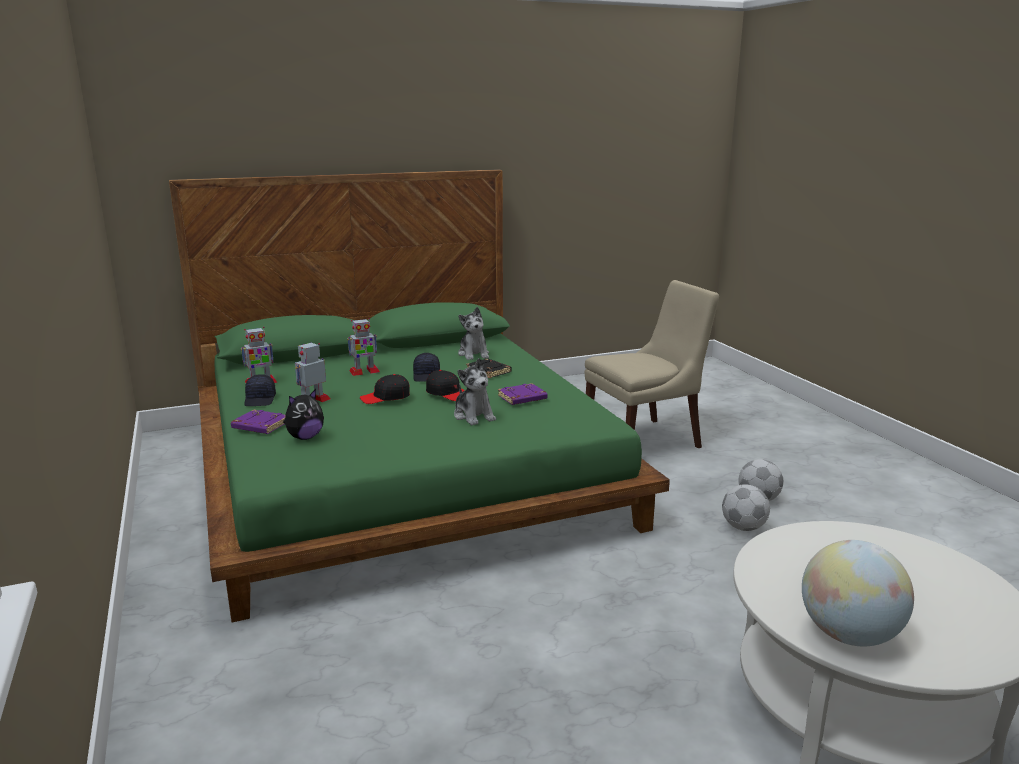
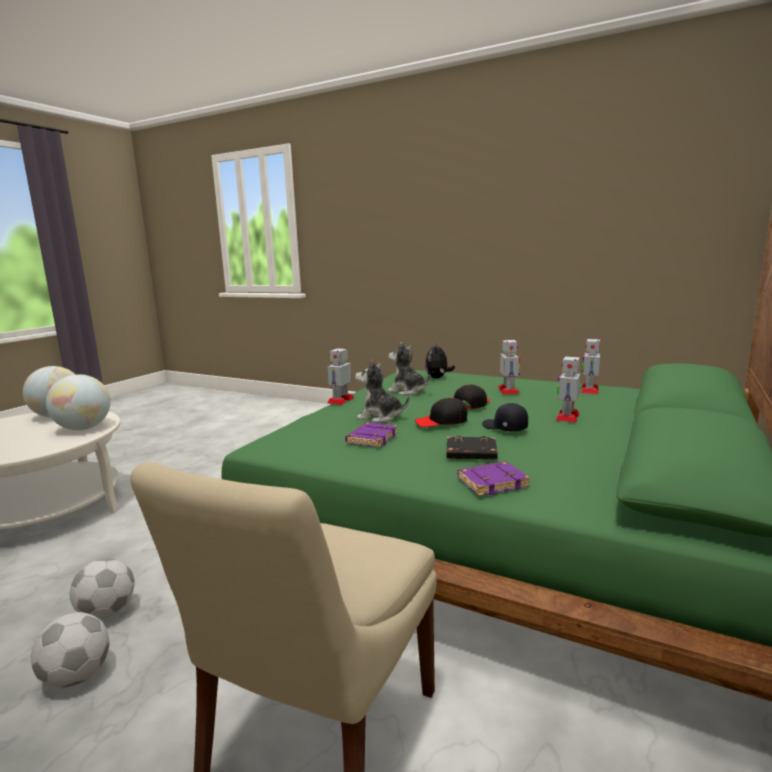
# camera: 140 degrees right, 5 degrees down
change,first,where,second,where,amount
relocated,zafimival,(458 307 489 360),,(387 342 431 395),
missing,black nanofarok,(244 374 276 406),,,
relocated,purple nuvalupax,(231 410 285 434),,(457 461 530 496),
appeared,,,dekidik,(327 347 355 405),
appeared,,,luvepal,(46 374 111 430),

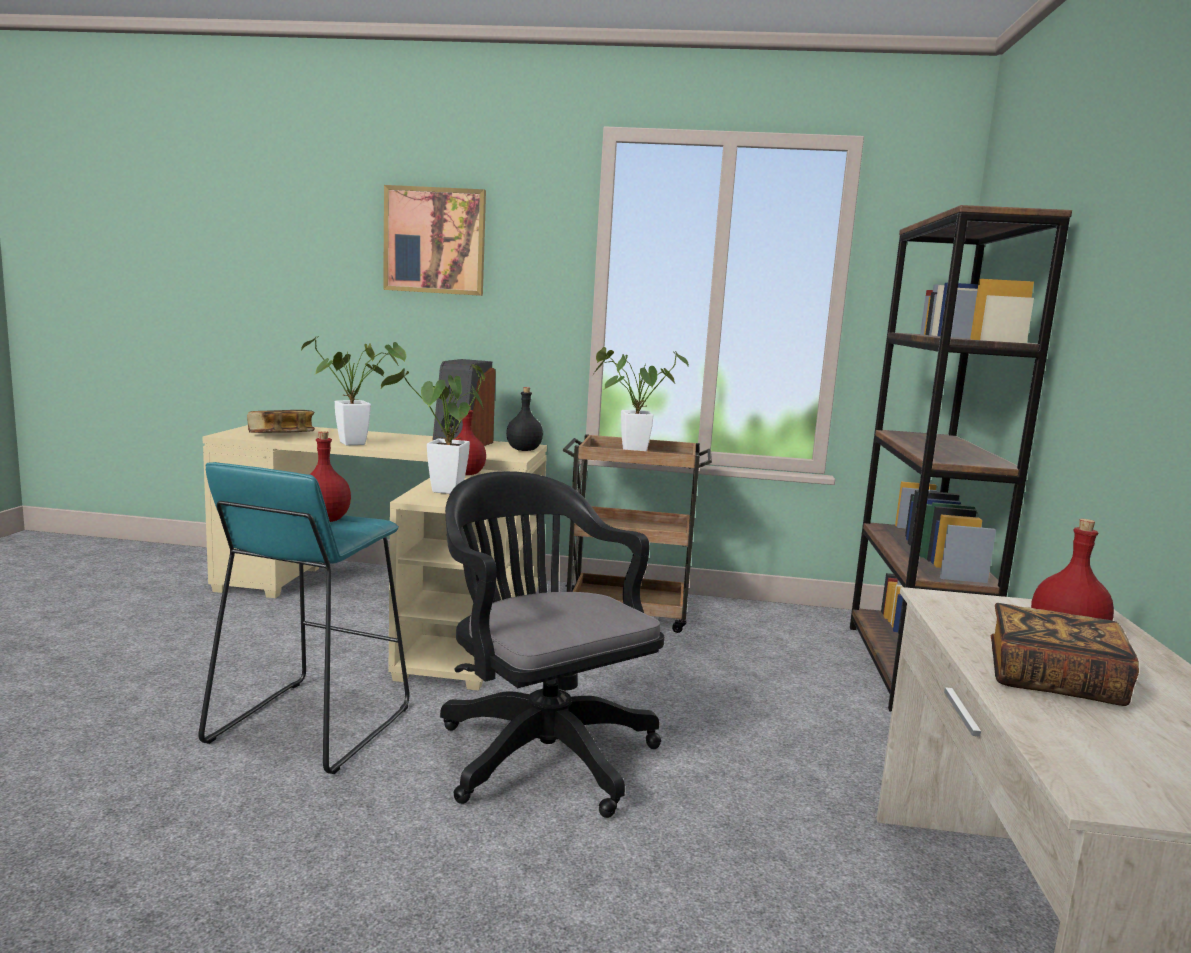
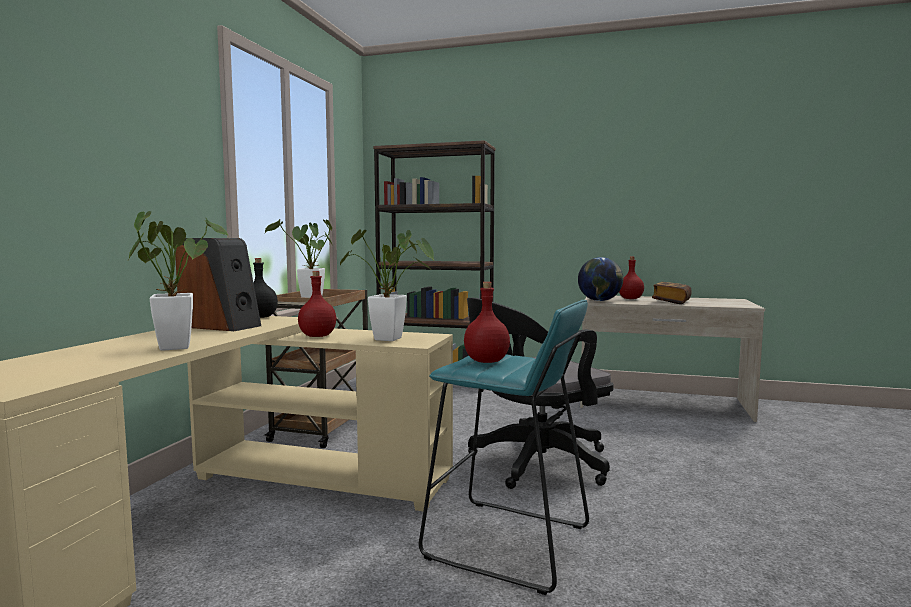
# camera: 80 degrees left, 5 degrees down
change,first,where,second,where,amount
missing,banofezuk,(383 185 486 296),,,
missing,nuvalupax,(247 410 315 433),,,
appeared,,,luvepal,(578 257 623 301),

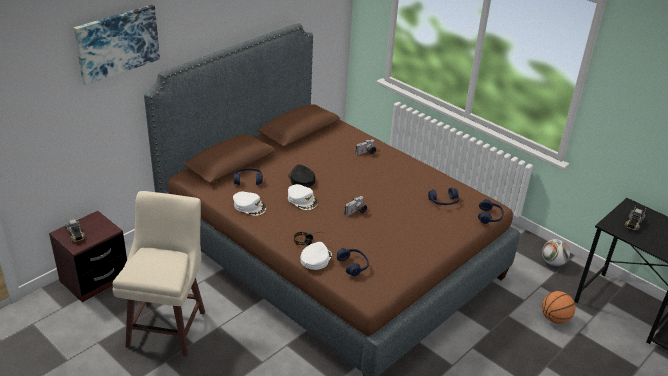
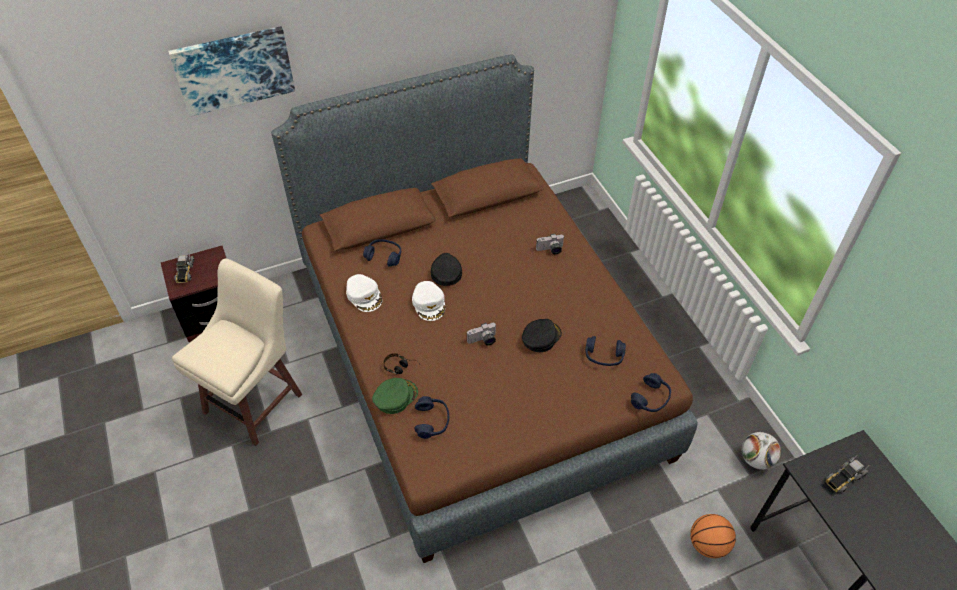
# camera: 25 degrees right, 15 degrees up
change,first,where,second,where,amount
colour,white nanofarok,(301 242 332 270),green nanofarok,(372 378 418 414),
appeared,,,black nanofarok,(522 319 562 352),

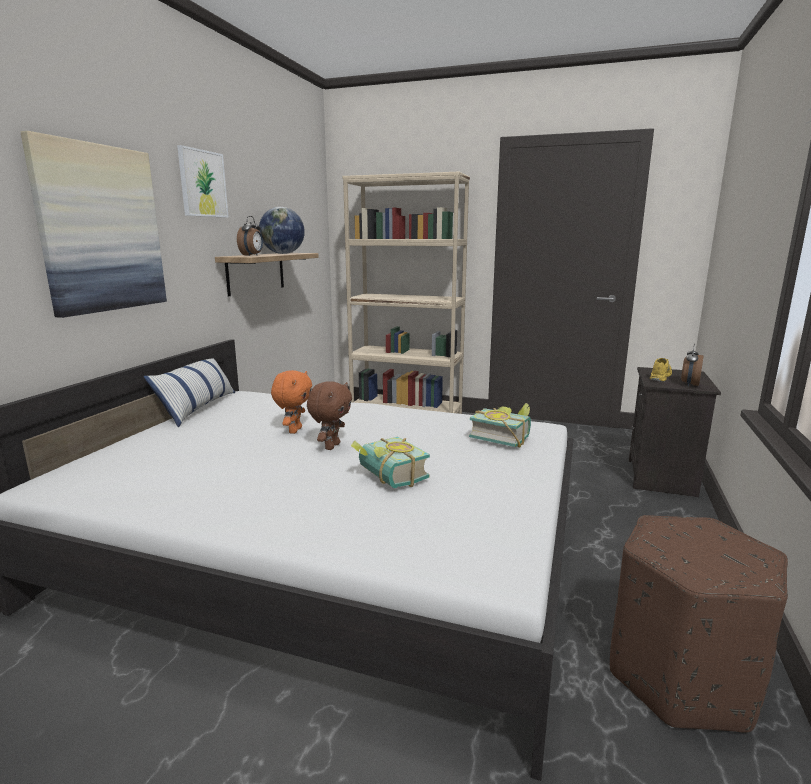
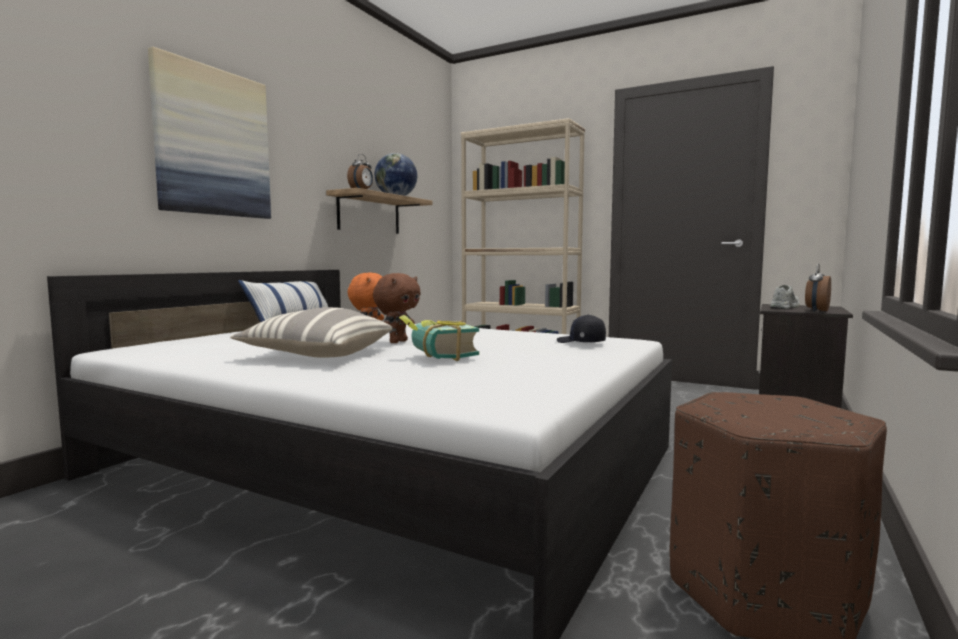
# camera: 10 degrees right, 10 degrees down
change,first,where,second,where,amount
missing,banofezuk,(177 145 229 218),,,
colour,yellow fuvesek,(650 358 672 382),white fuvesek,(770 285 800 309),
exchanged,nuvalupax,(469 403 531 448),black nanofarok,(557 315 606 343),
appeared,,,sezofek,(230 307 393 358),

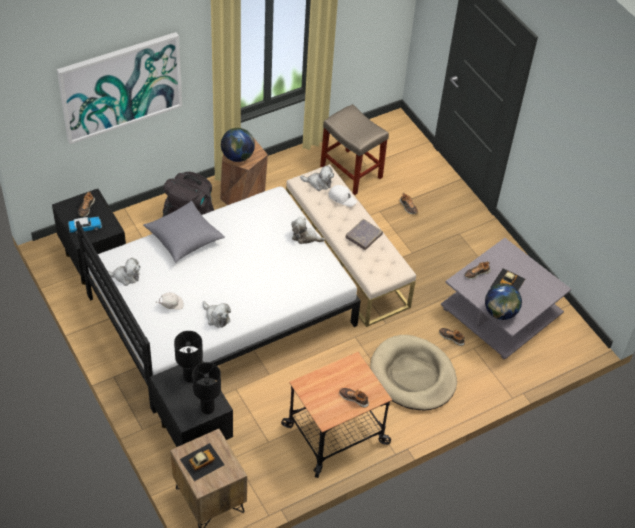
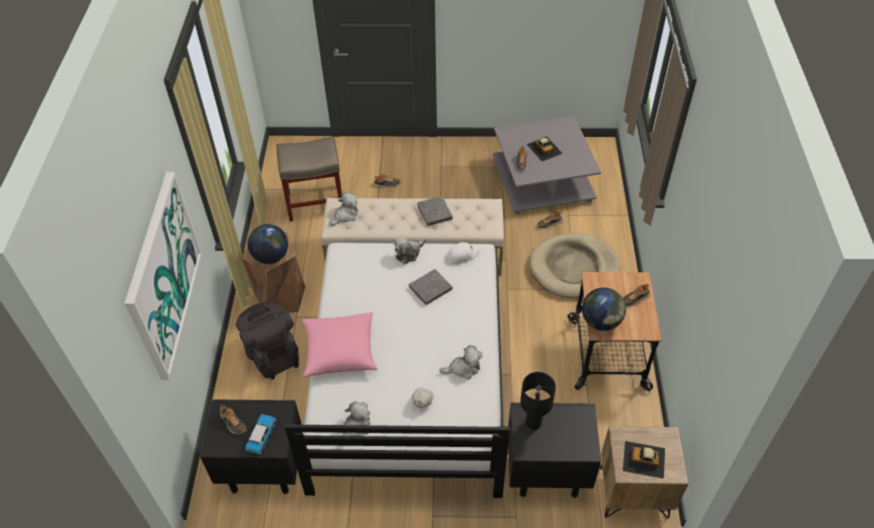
# camera: 55 degrees left, 0 degrees up
change,first,where,second,where,amount
relocated,white nanofarok,(328 185 357 207),,(447 242 480 265),
colour,grey sezofek,(143 201 225 263),pink sezofek,(302 312 377 377),
relocated,luvepal,(485 283 522 320),,(582 288 626 331),
missing,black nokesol,(192 362 221 414),,,
spun,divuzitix,(180 443 225 481),,(623 441 665 479),75 degrees counterclockwise
appeared,,,grey nuvalupax,(409 269 453 305),

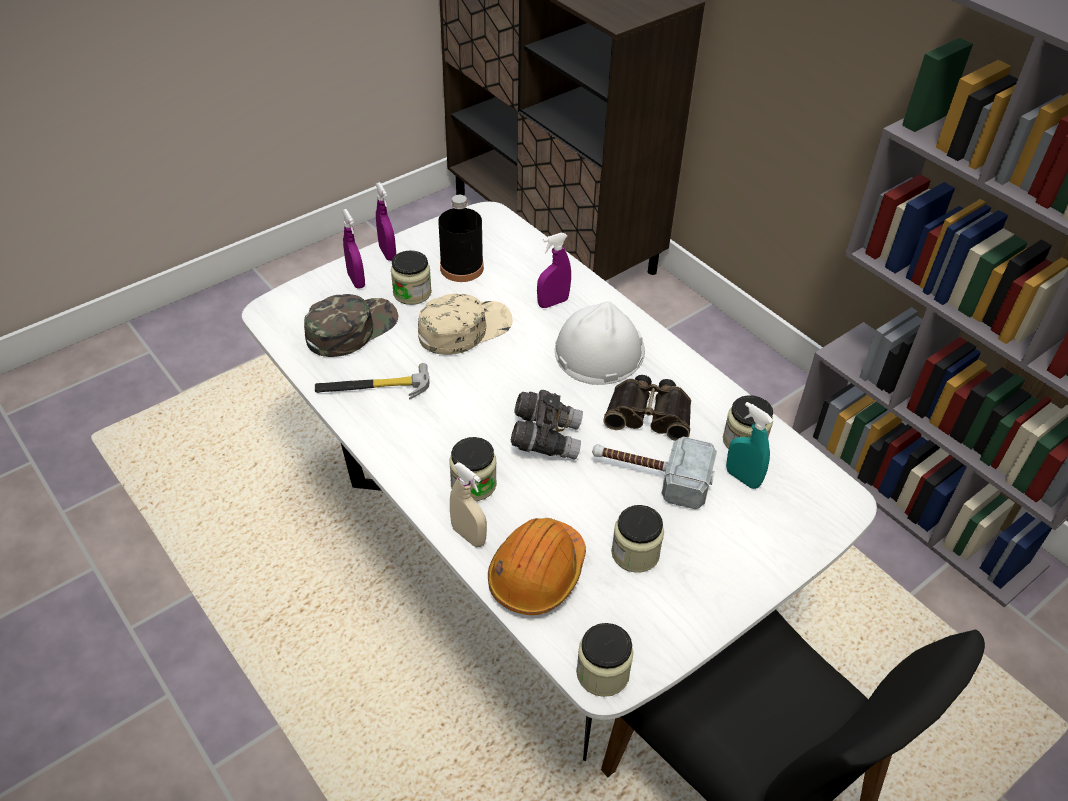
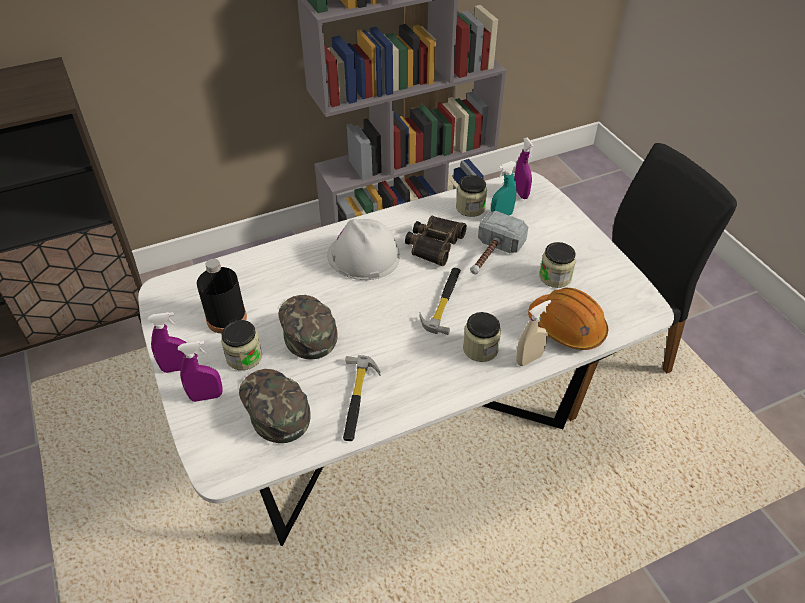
# camera: 75 degrees left, 0 degrees up
change,first,where,second,where,amount
relocated,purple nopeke,(537 233 571 308),,(515 137 534 199),
colour,beige nanofarok,(418 294 513 355),green nanofarok,(278 295 338 359),
exchanged,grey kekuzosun,(511 390 583 460),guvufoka,(420 268 461 335),
missing,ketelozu,(576 623 634 697),,,

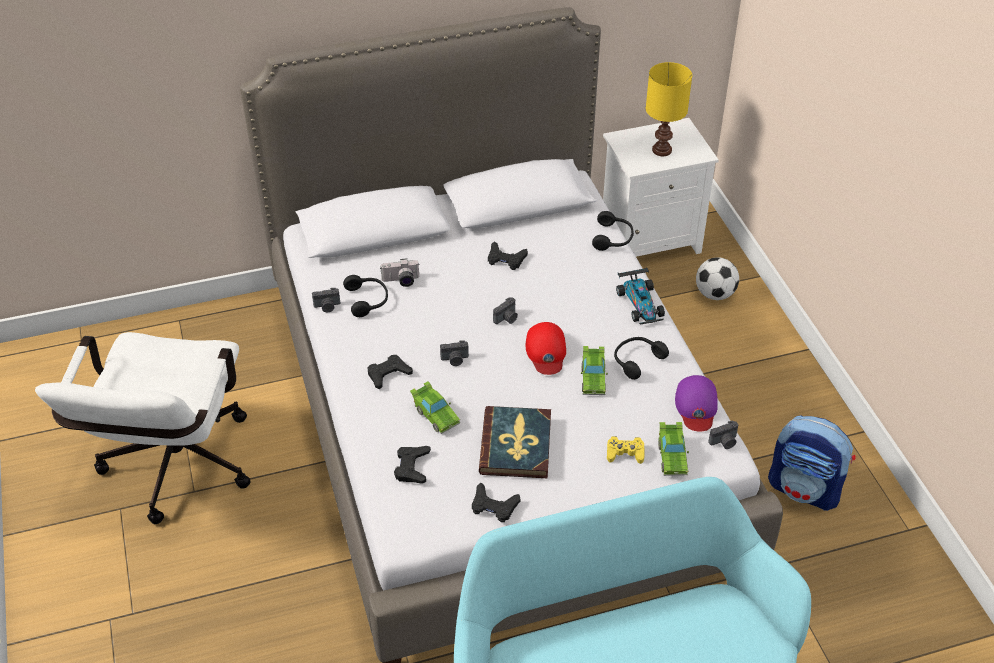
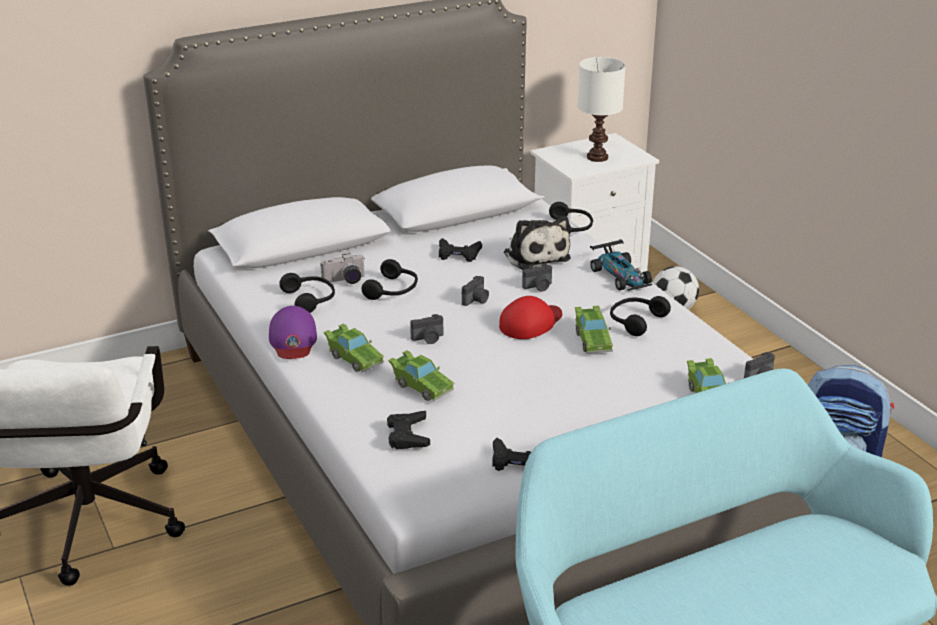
# camera: 10 degrees left, 15 degrees down
change,first,where,second,where,amount
colour,yellow nokesol,(646 62 692 156),white nokesol,(578 57 626 162),
relocated,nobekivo,(312 288 340 312),,(522 264 552 292),
spun,red nanofarok,(526 322 566 375),,(499 296 562 339),120 degrees counterclockwise
exchanged,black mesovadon,(367 355 413 389),green divuzitix,(323 324 384 373),
relocated,purple nanofarok,(675 375 718 431),,(269 306 317 359),
missing,nuvalupax,(479 406 551 478),,,
missing,yellow mesovadon,(607 436 645 464),,,
appeared,,,zafimival,(504 216 571 270),
appeared,,,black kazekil,(361 259 418 300),

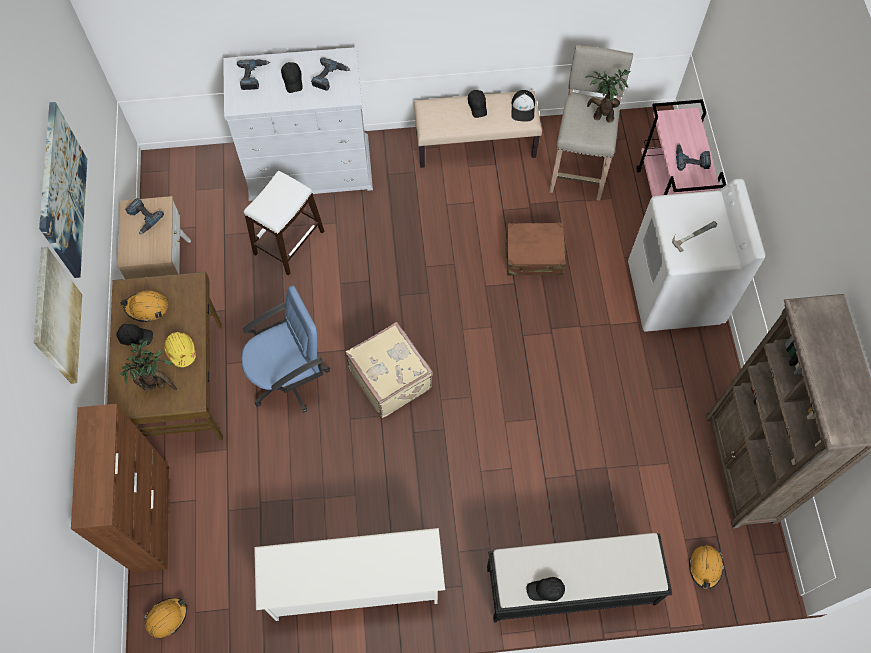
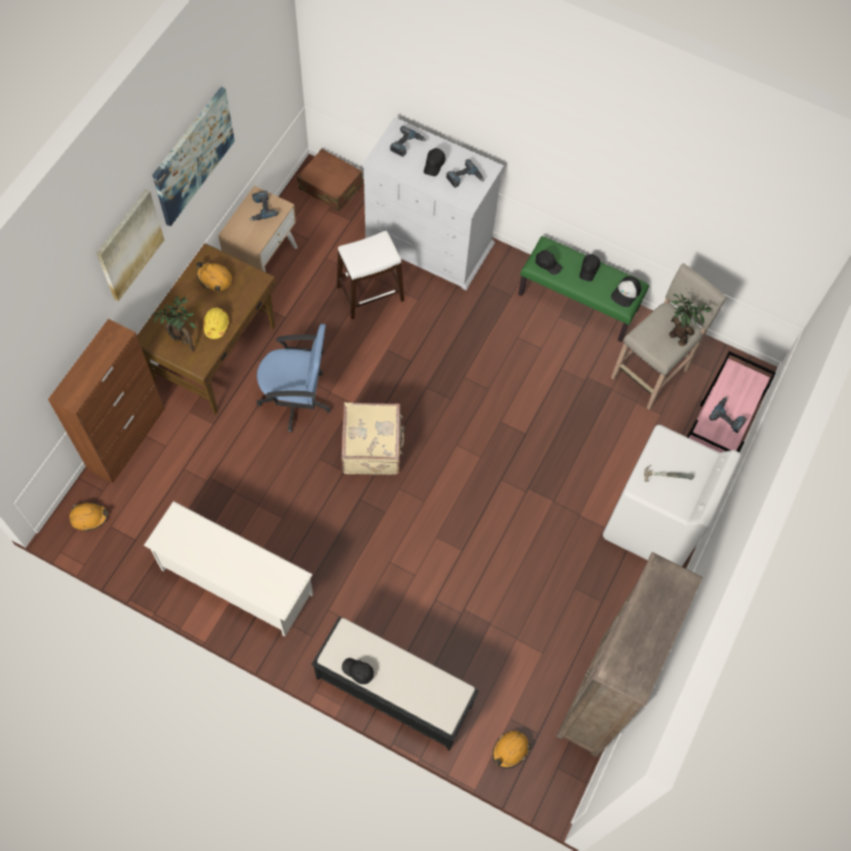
# camera: 30 degrees right, 0 degrees up
change,first,where,second,where,amount
colour,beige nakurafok,(414 91 542 168),green nakurafok,(518 236 649 342),
relocated,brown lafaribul,(505 223 568 275),,(297 149 363 211),
relocated,black nanofarok,(116 324 153 345),,(535 250 562 275),

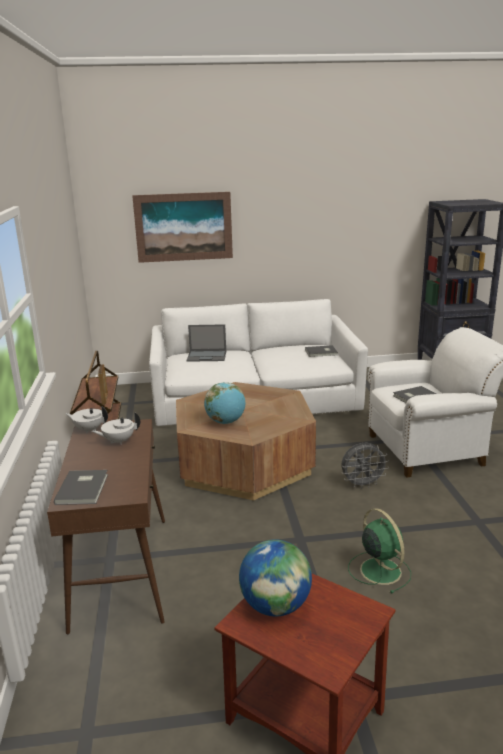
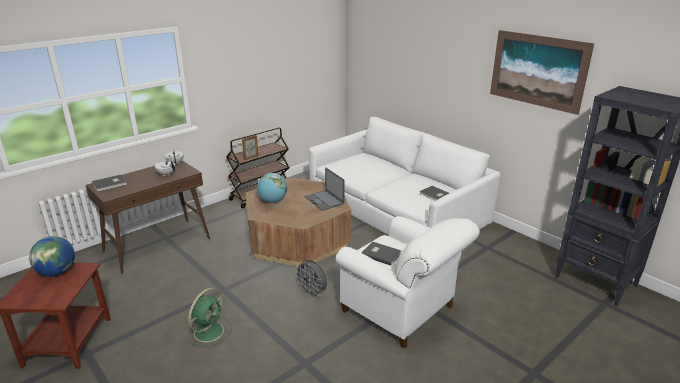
# camera: 55 degrees right, 5 degrees up
change,first,where,second,where,amount
relocated,banofezuk,(132 192 233 263),,(490 30 594 115),
relocated,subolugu,(187 324 226 362),,(305 167 345 211),

